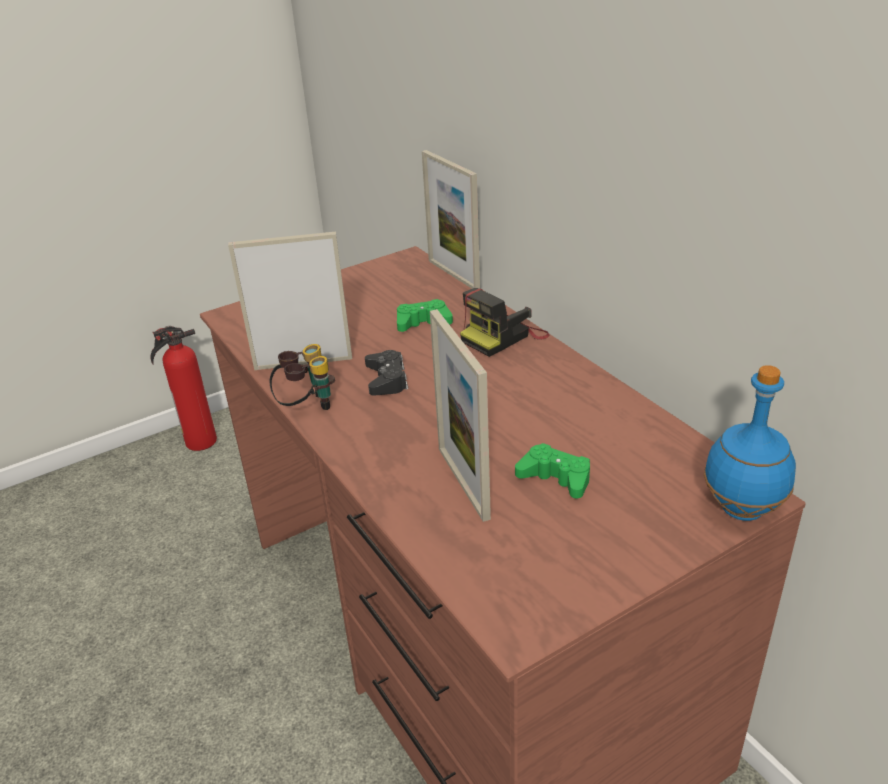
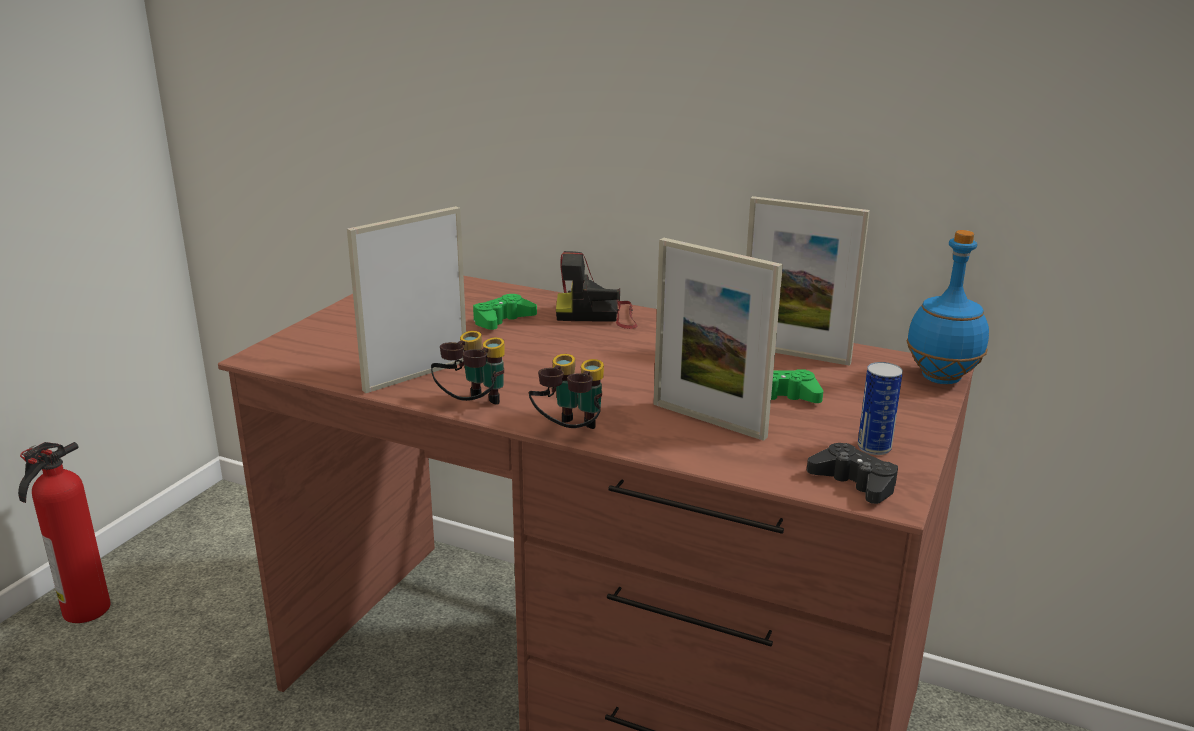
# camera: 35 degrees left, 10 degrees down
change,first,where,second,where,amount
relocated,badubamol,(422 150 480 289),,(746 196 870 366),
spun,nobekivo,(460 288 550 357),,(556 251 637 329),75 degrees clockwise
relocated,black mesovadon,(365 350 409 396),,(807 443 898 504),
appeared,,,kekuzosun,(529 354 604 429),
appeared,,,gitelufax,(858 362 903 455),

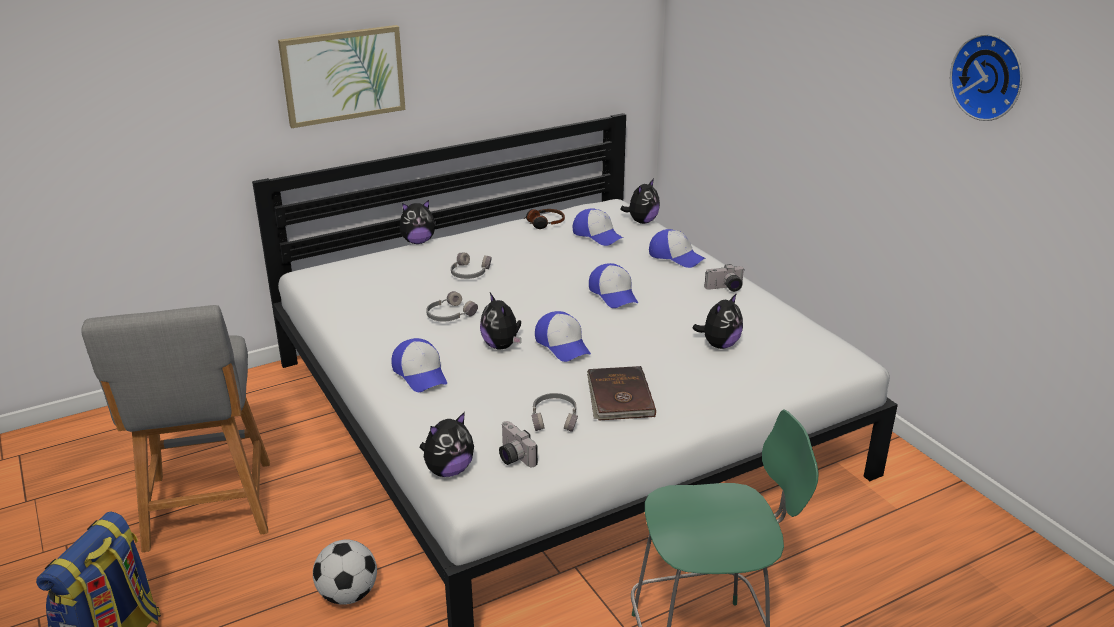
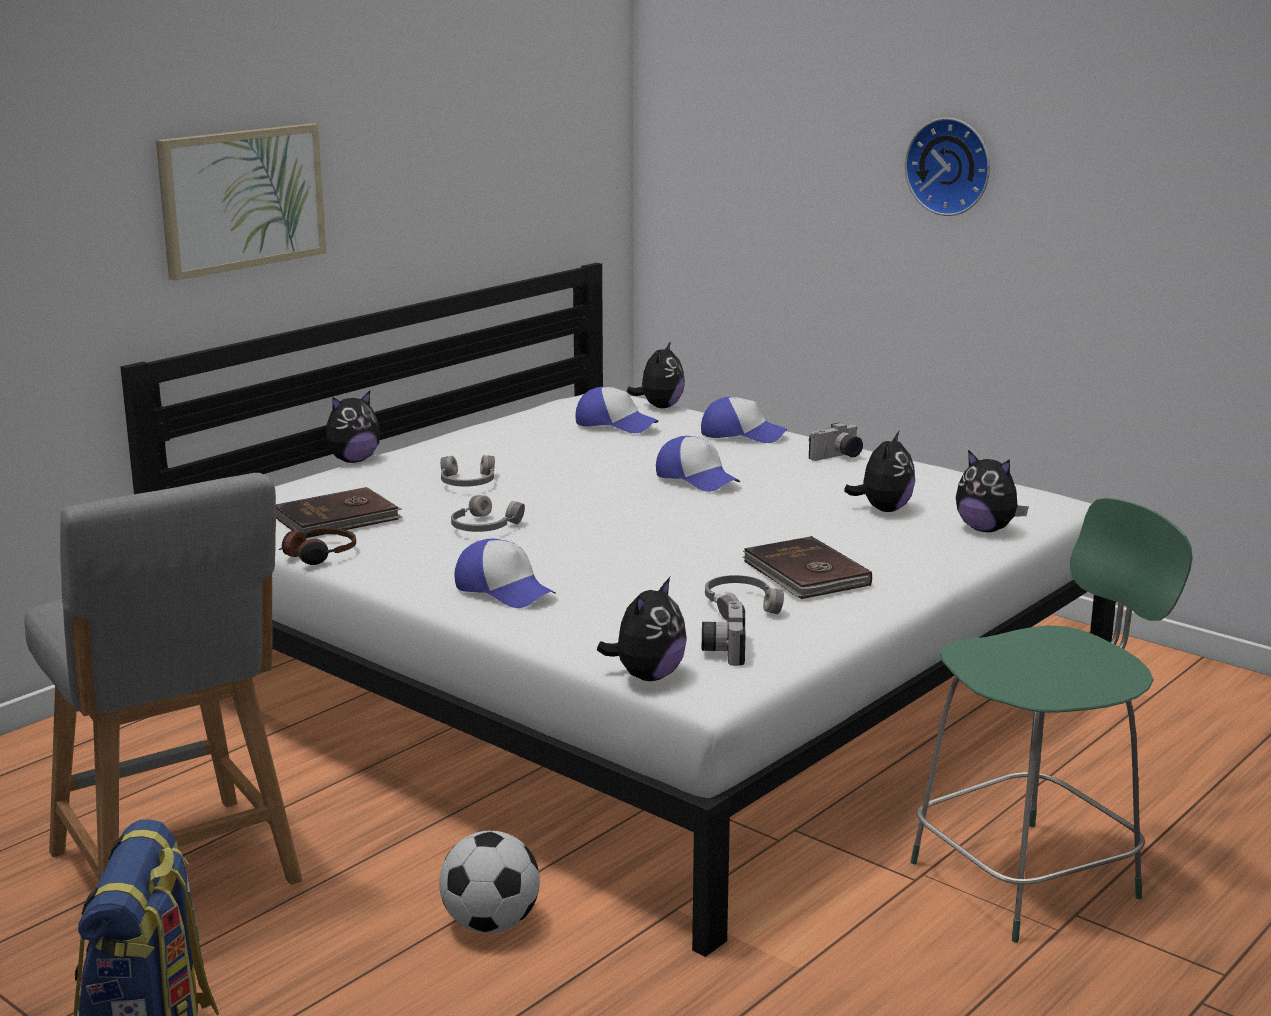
# camera: 20 degrees left, 10 degrees down
change,first,where,second,where,amount
relocated,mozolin,(950 34 1022 121),,(905 118 990 216),
relocated,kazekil,(524 209 565 229),,(279 528 356 565),
relocated,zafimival,(480 293 521 350),,(956 450 1029 532),
missing,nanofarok,(535 311 591 362),,,
spun,nobekivo,(499 421 538 467),,(702 601 746 666),60 degrees clockwise
appeared,,,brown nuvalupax,(276 487 402 538),

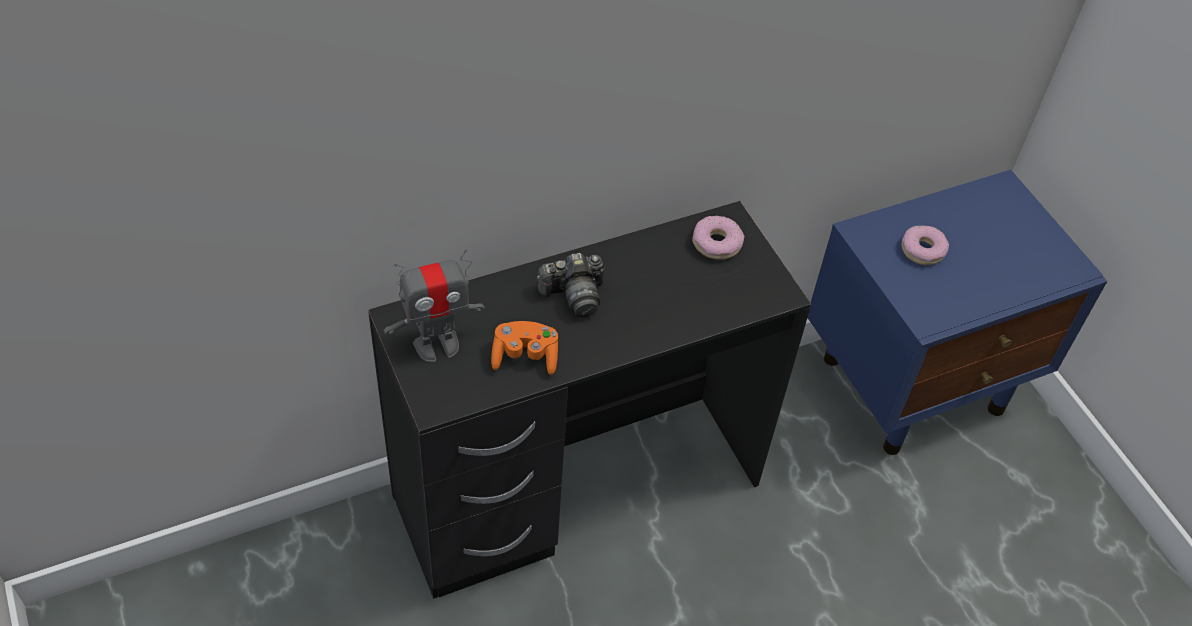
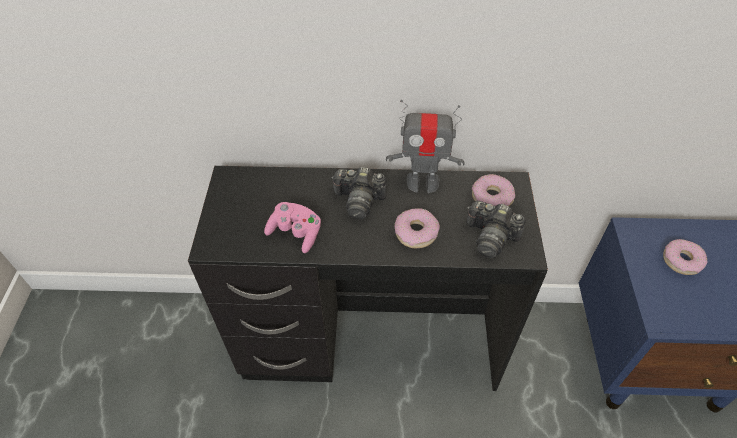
# camera: 30 degrees right, 0 degrees up
change,first,where,second,where,amount
relocated,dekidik,(384 249 485 362),,(386 100 465 193),
colour,orange mesovadon,(491 321 558 375),pink mesovadon,(264 202 321 253),
appeared,,,nobekivo,(467 200 526 258),
appeared,,,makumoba,(395 208 440 248),

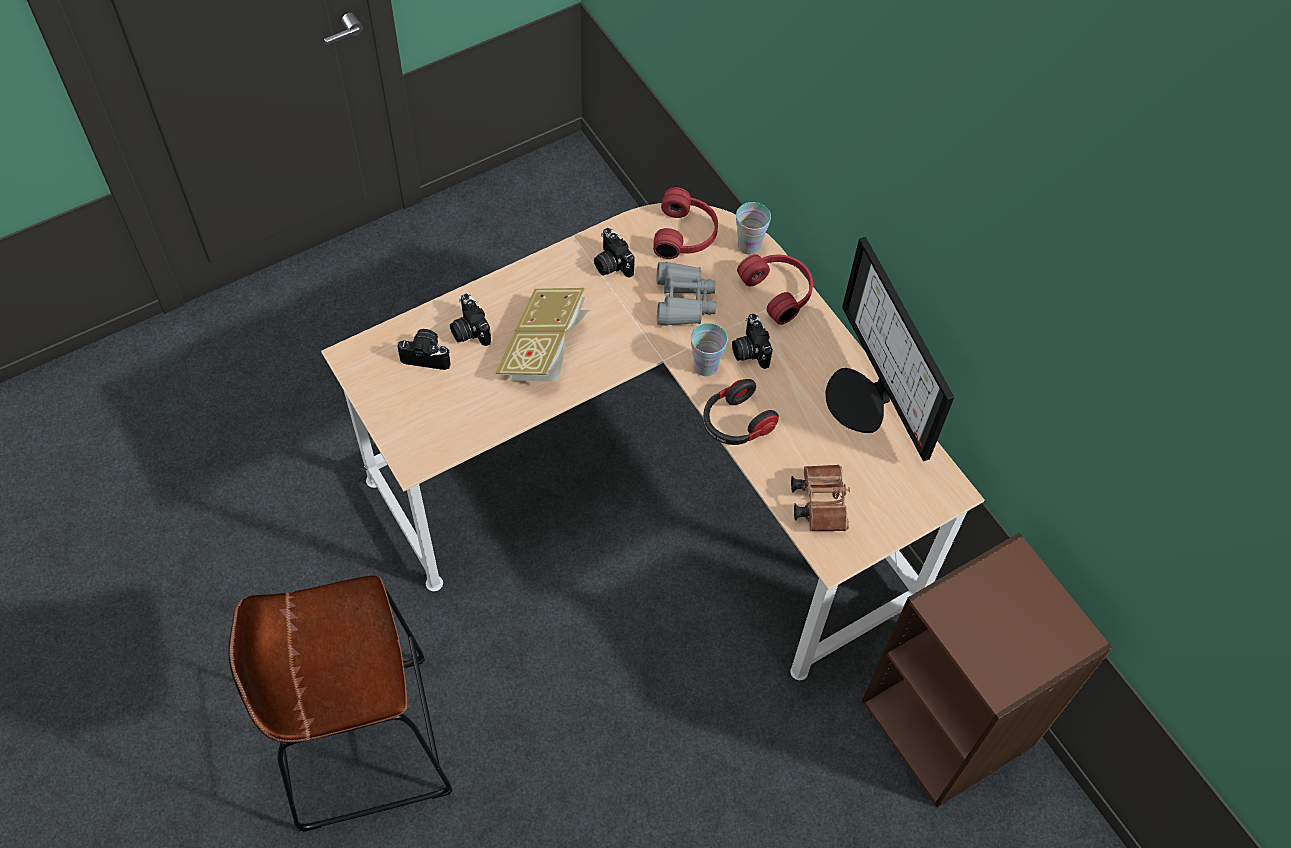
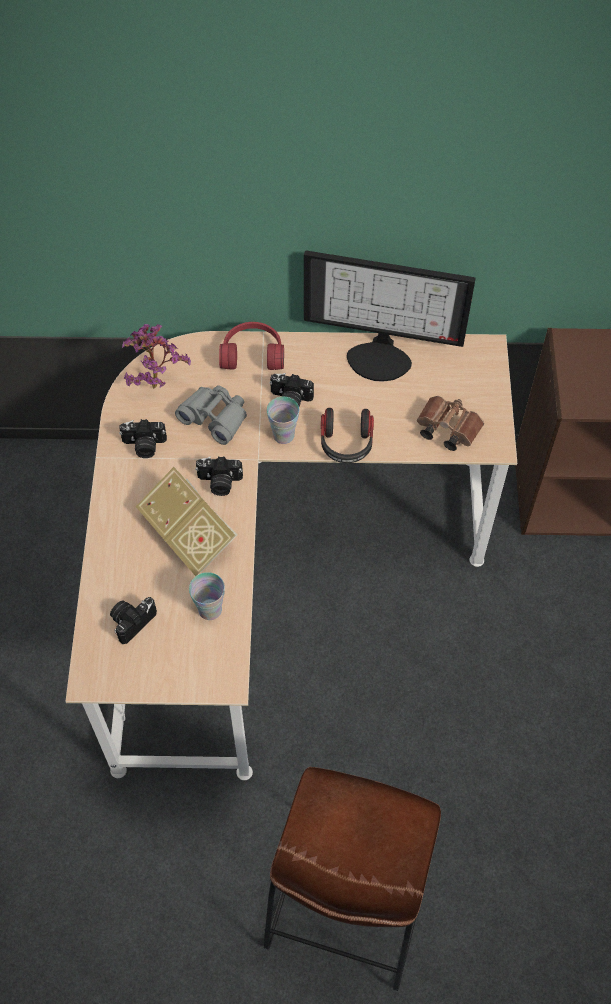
# camera: 55 degrees left, 0 degrees up
change,first,where,second,where,amount
exchanged,red kazekil,(653 187 718 259),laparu,(122 324 191 389),
relocated,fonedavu,(736 202 771 255),,(189 572 225 620),
relocated,nobekivo,(450 294 491 346),,(195 456 243 496),

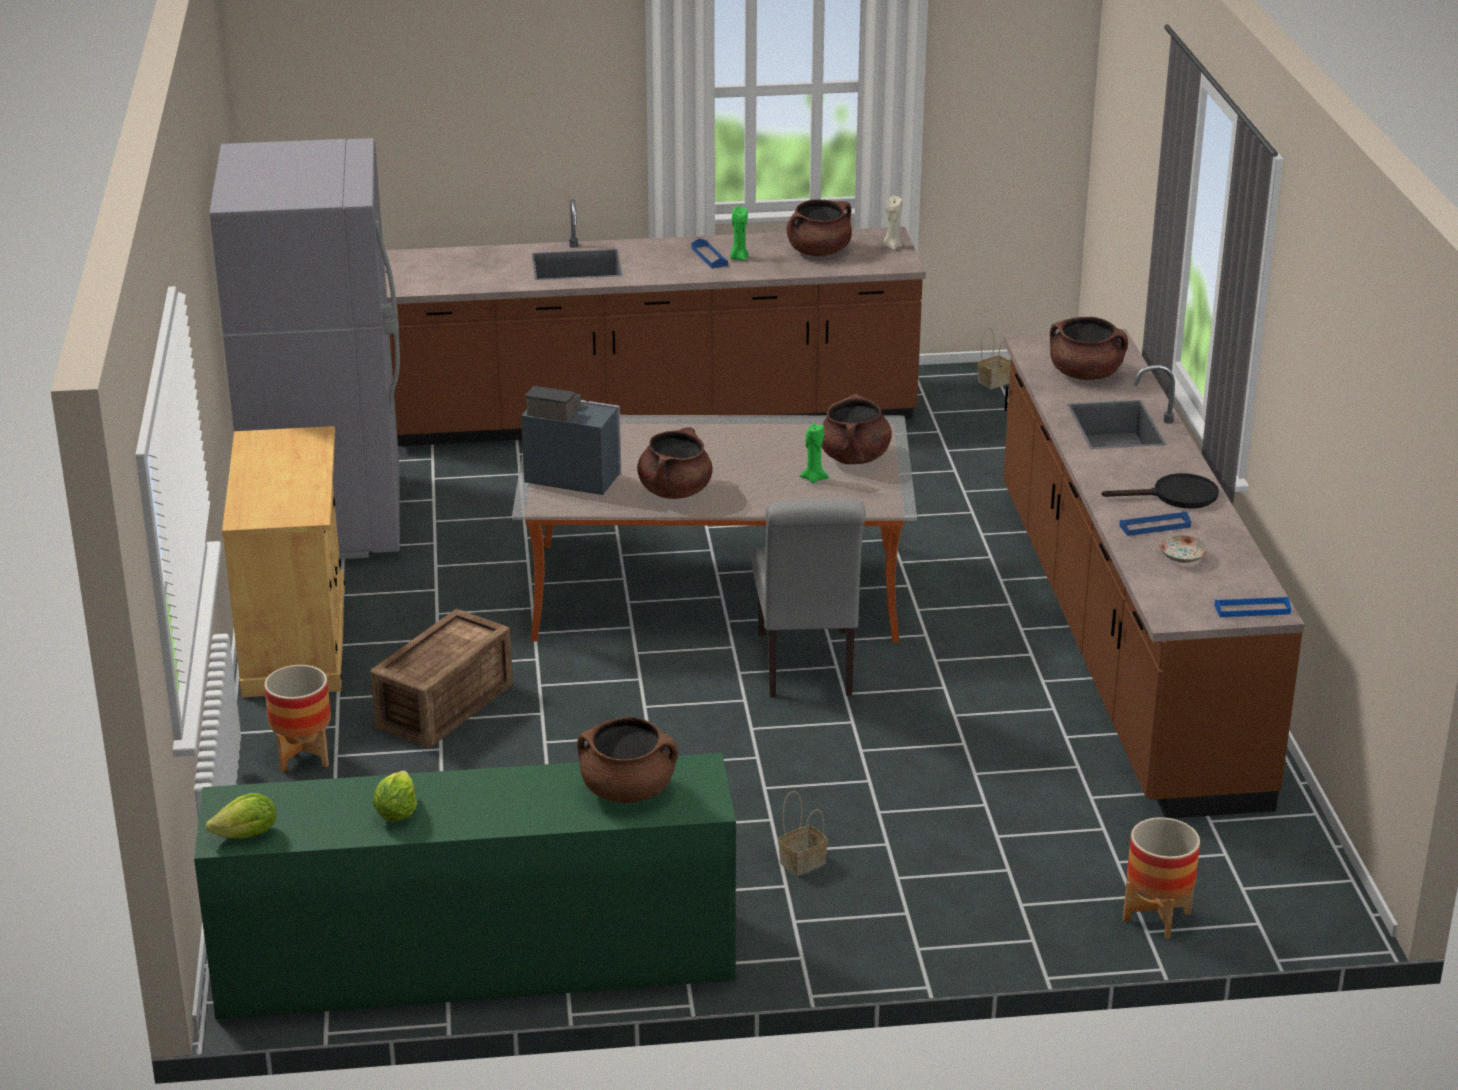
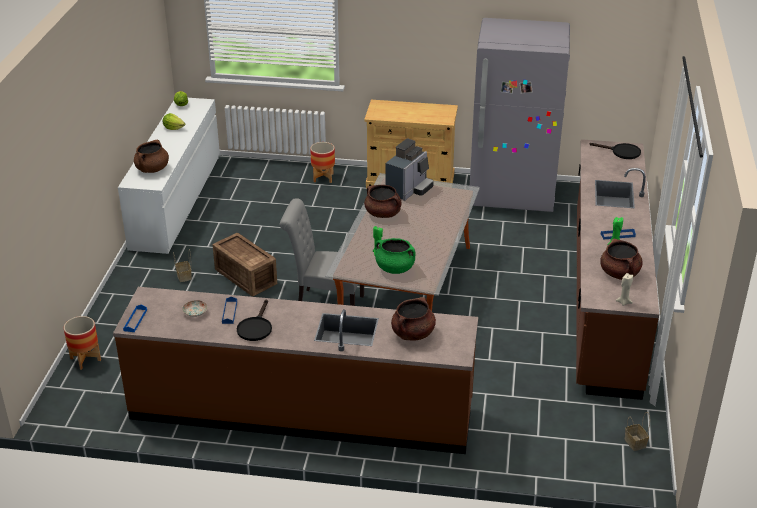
# camera: 105 degrees right, 5 degrees up
change,first,where,second,where,amount
colour,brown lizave,(821 394 892 464),green lizave,(375 238 416 274),
relocated,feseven,(370 609 513 748),,(213 233 277 296),
colour,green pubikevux,(194 753 736 1020),white pubikevux,(118 98 220 254),
appeared,,,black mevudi,(590 143 641 159),

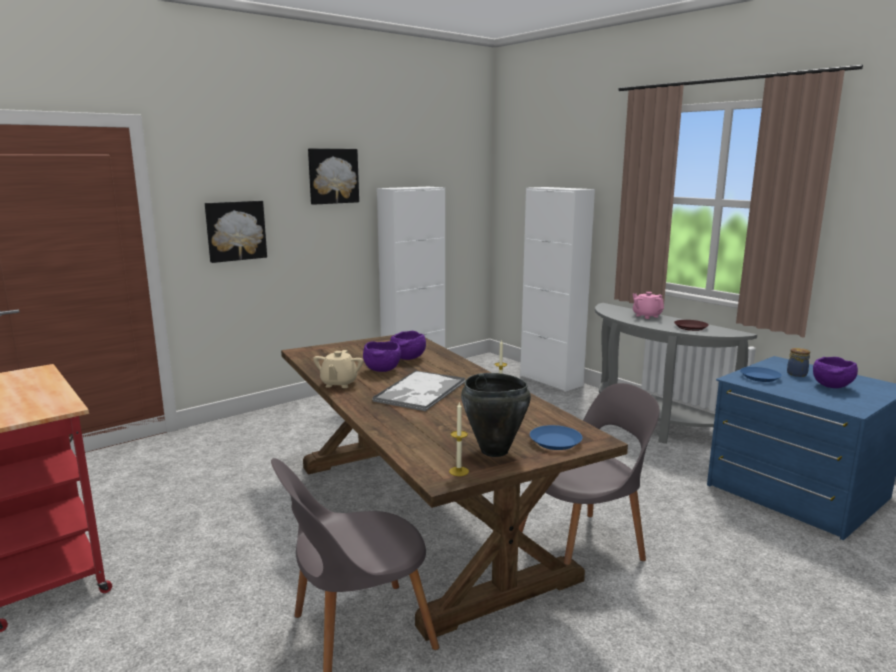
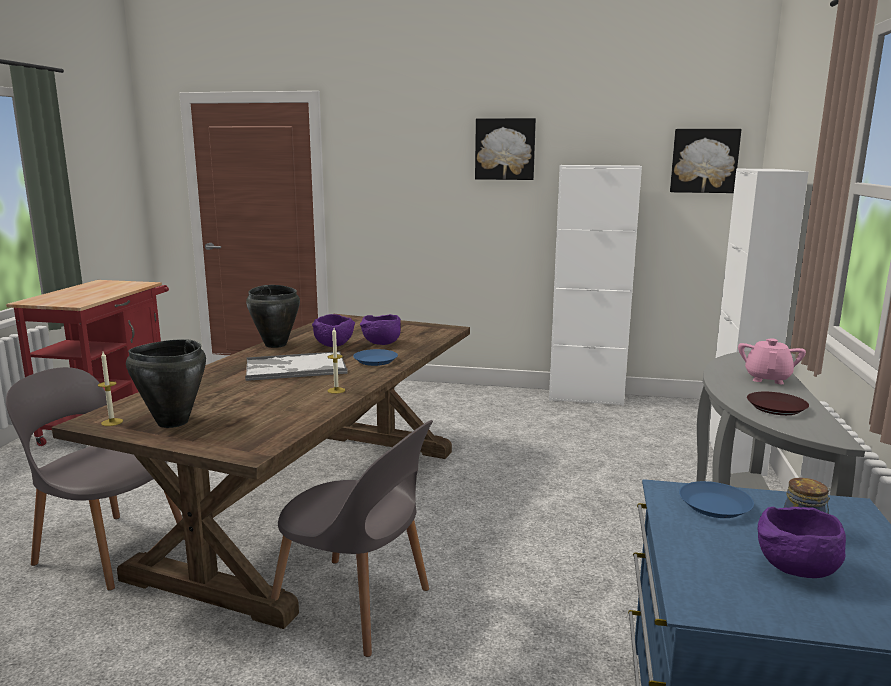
# camera: 50 degrees right, 0 degrees up
change,first,where,second,where,amount
relocated,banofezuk,(205 201 267 263),,(670 129 742 193),
exchanged,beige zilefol,(313 350 363 388),black lizave,(246 285 300 348),
relocated,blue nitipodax,(530 425 583 450),,(353 349 398 366),

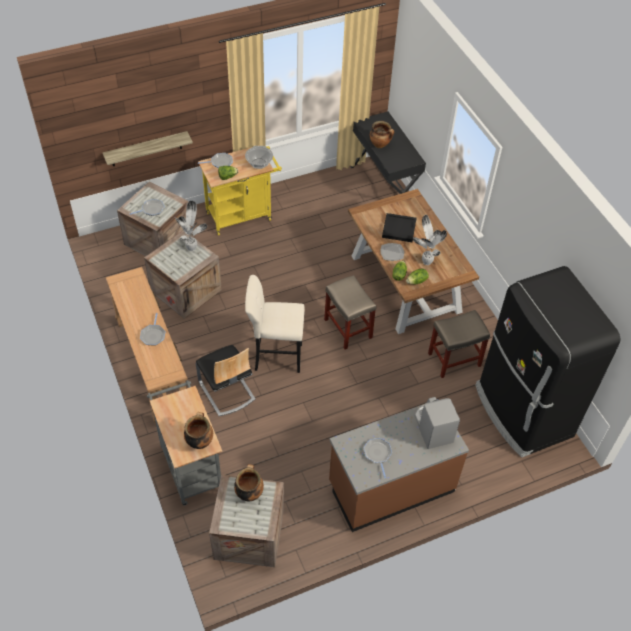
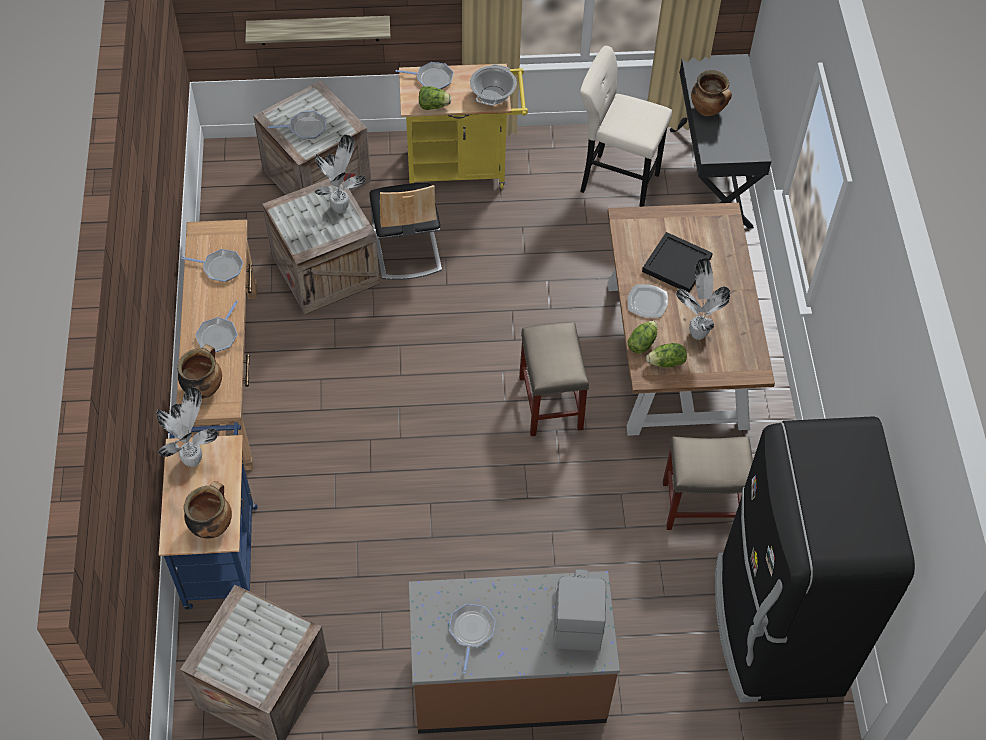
# camera: 20 degrees right, 5 degrees up
change,first,where,second,where,amount
relocated,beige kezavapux,(245 275 305 373),,(580 46 672 207),
relocated,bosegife,(196 345 255 416),,(369 183 442 280),
colour,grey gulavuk,(147 380 222 506),blue gulavuk,(159 422 257 610),
relocated,lizave,(234 464 264 501),,(177 344 222 399),
appeared,,,mevudi,(181 249 243 282),
appeared,,,laparu,(156 387 218 467),

